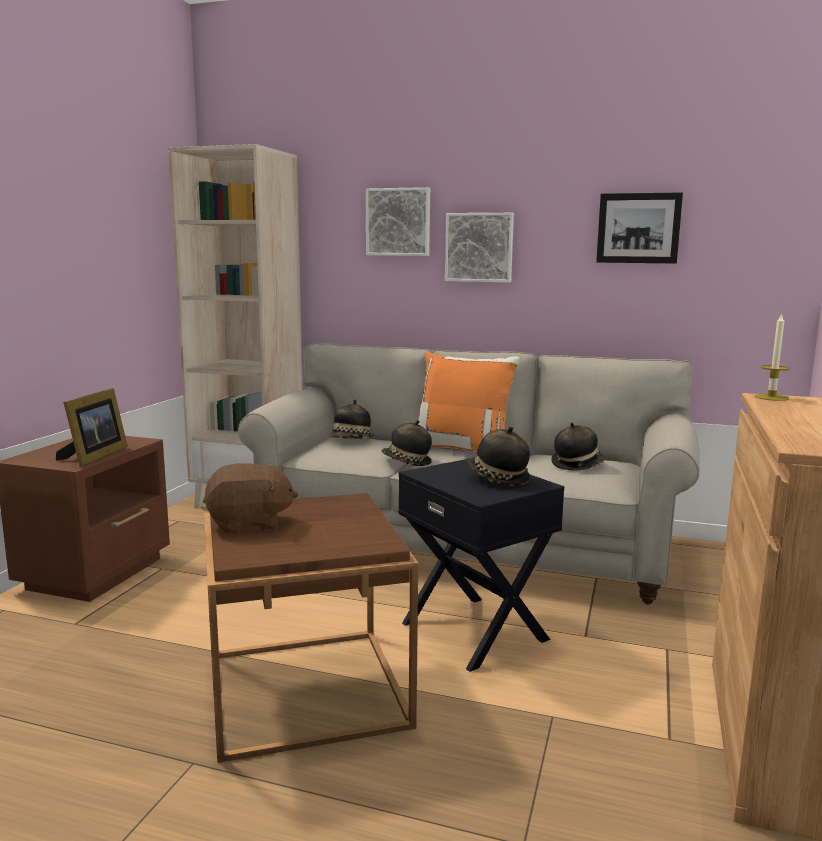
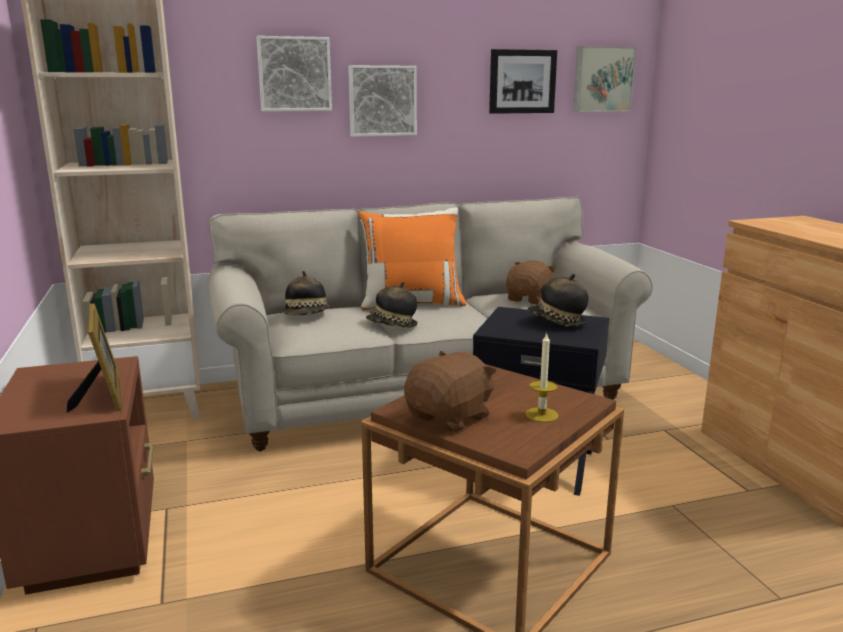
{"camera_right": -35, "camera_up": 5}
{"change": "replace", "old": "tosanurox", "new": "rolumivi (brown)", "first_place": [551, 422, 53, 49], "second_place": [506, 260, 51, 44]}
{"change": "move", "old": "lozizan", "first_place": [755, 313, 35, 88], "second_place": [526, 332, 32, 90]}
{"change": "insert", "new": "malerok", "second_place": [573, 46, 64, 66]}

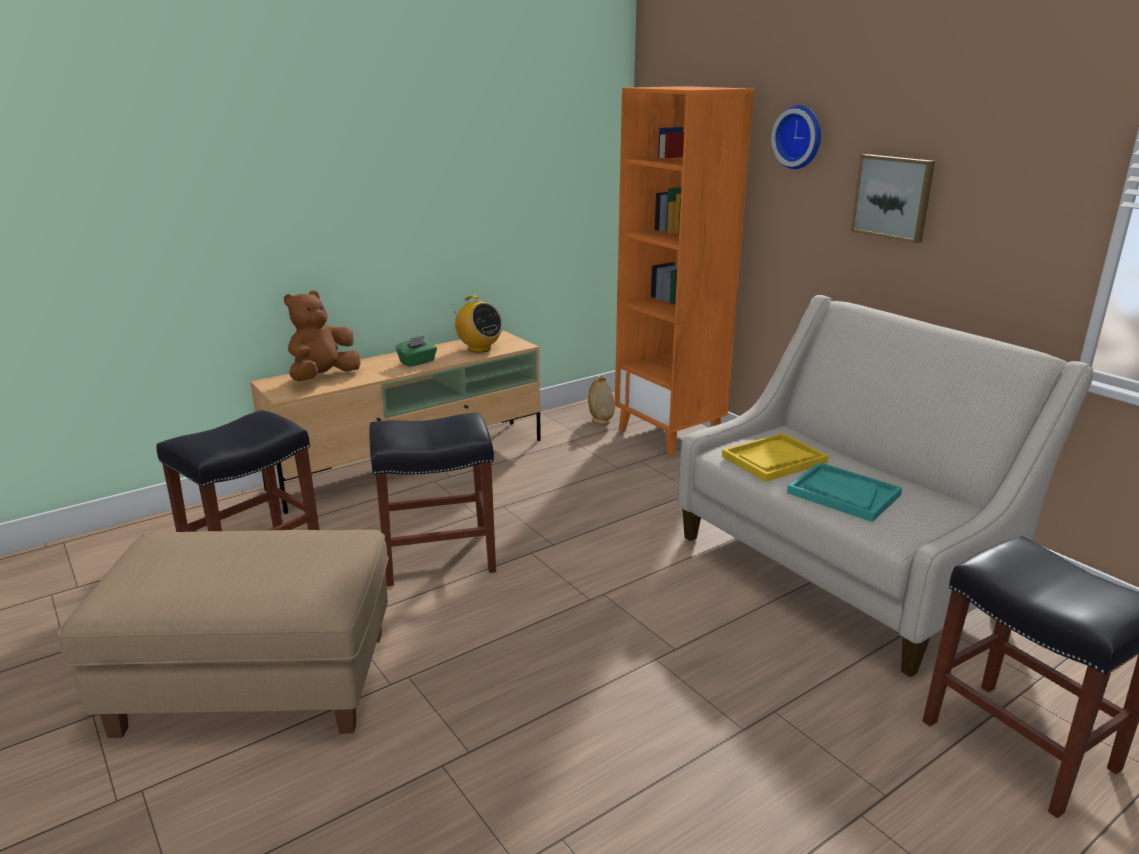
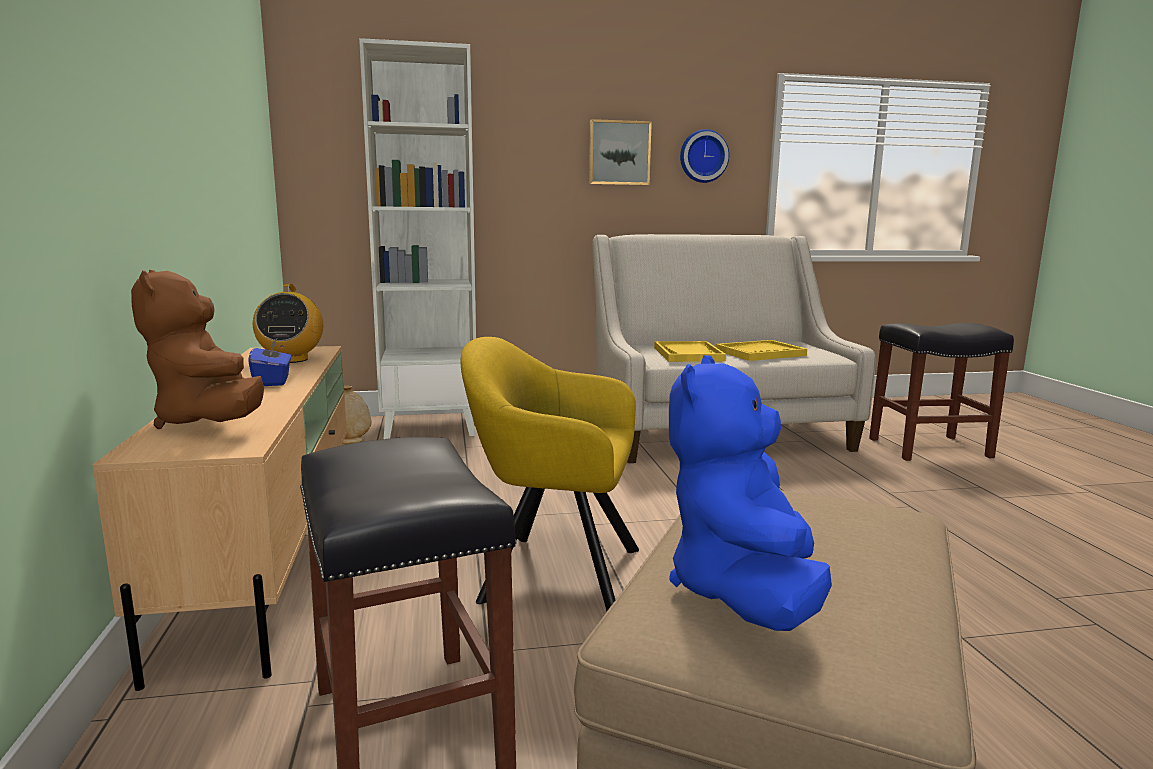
{"camera_right": -65, "camera_up": -10}
{"change": "recolor", "old": "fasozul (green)", "new": "fasozul (blue)", "first_place": [396, 335, 41, 32], "second_place": [248, 338, 43, 48]}
{"change": "rotate", "old": "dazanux", "first_place": [452, 296, 50, 57], "second_place": [253, 284, 70, 79], "degrees": 105}
{"change": "recolor", "old": "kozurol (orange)", "new": "kozurol (white)", "first_place": [615, 86, 139, 371], "second_place": [359, 38, 117, 401]}
{"change": "replace", "old": "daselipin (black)", "new": "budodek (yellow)", "first_place": [369, 412, 127, 174], "second_place": [461, 337, 178, 274]}
{"change": "insert", "new": "rolumivi (blue)", "second_place": [669, 355, 163, 276]}
{"change": "move", "old": "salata", "first_place": [771, 105, 50, 64], "second_place": [680, 129, 49, 54]}
{"change": "recolor", "old": "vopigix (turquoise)", "new": "vopigix (yellow)", "first_place": [787, 462, 115, 60], "second_place": [716, 340, 91, 21]}

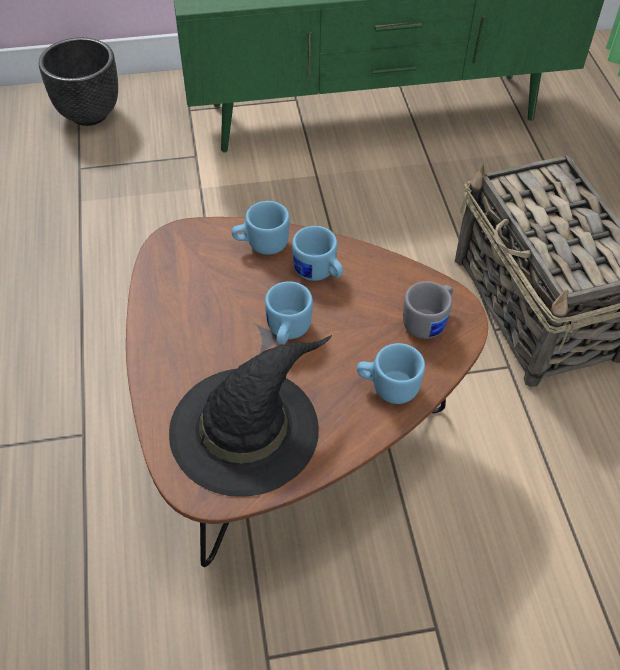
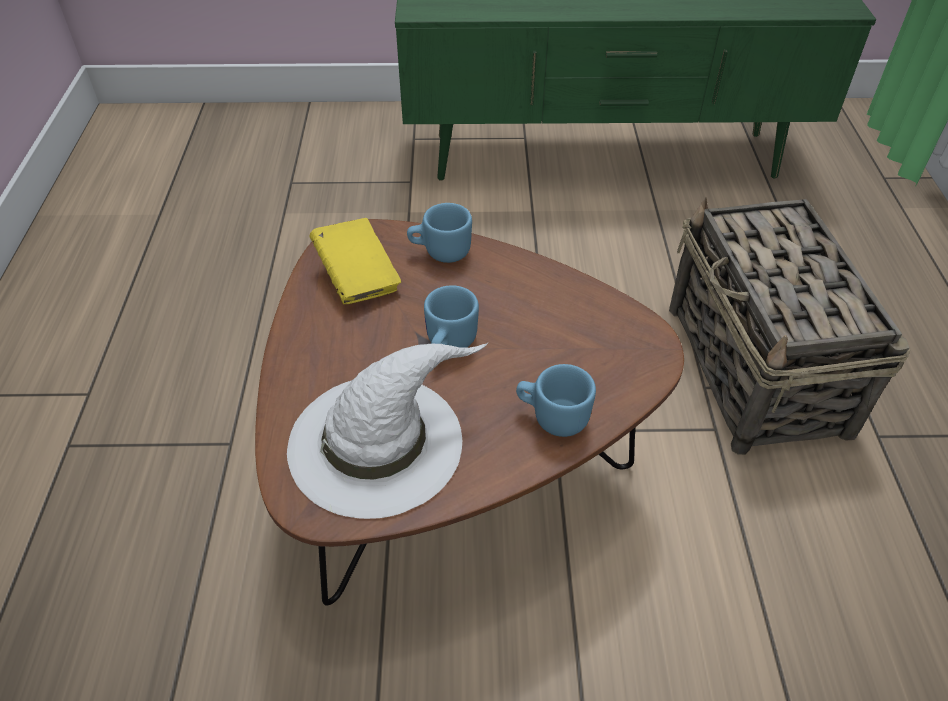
{"camera_right": 10, "camera_up": -5}
{"change": "recolor", "old": "tosanurox (black)", "new": "tosanurox (white)", "first_place": [169, 335, 163, 162], "second_place": [287, 342, 202, 177]}
{"change": "insert", "new": "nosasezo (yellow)", "second_place": [309, 218, 92, 86]}
{"change": "delete", "old": "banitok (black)", "first_place": [39, 37, 79, 89]}
{"change": "delete", "old": "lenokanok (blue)", "first_place": [292, 226, 51, 55]}
{"change": "delete", "old": "lenokanok (grey)", "first_place": [403, 281, 50, 58]}

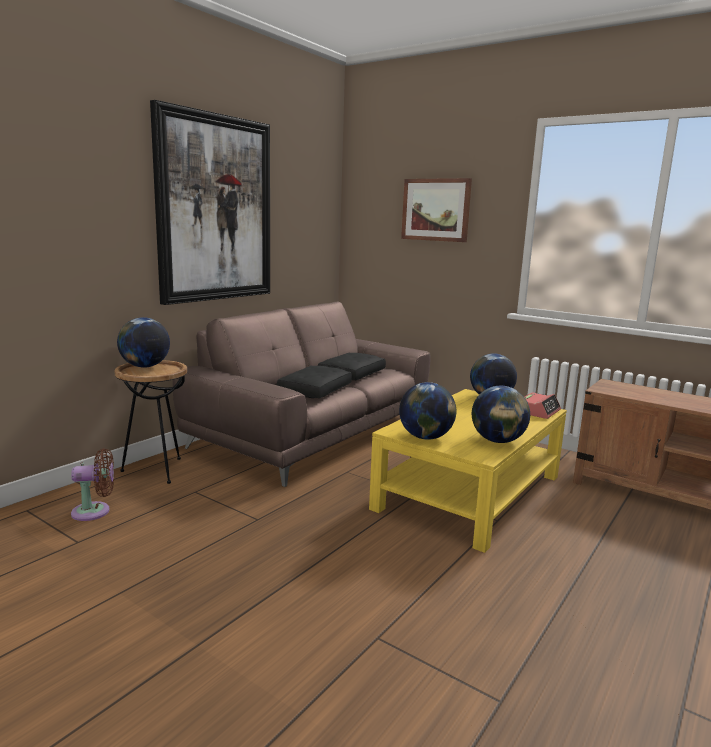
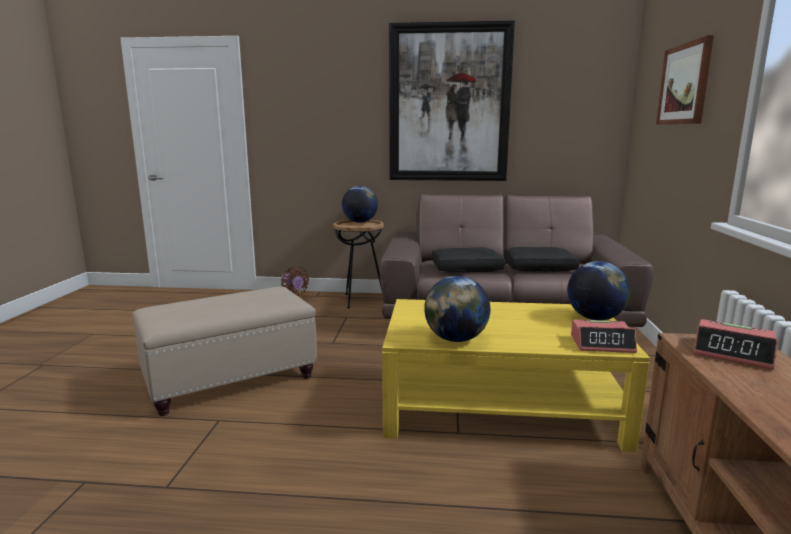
{"camera_right": 60, "camera_up": 0}
{"change": "insert", "new": "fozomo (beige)", "second_place": [132, 287, 185, 129]}
{"change": "insert", "new": "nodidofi", "second_place": [693, 319, 85, 51]}
{"change": "delete", "old": "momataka", "first_place": [399, 382, 57, 58]}

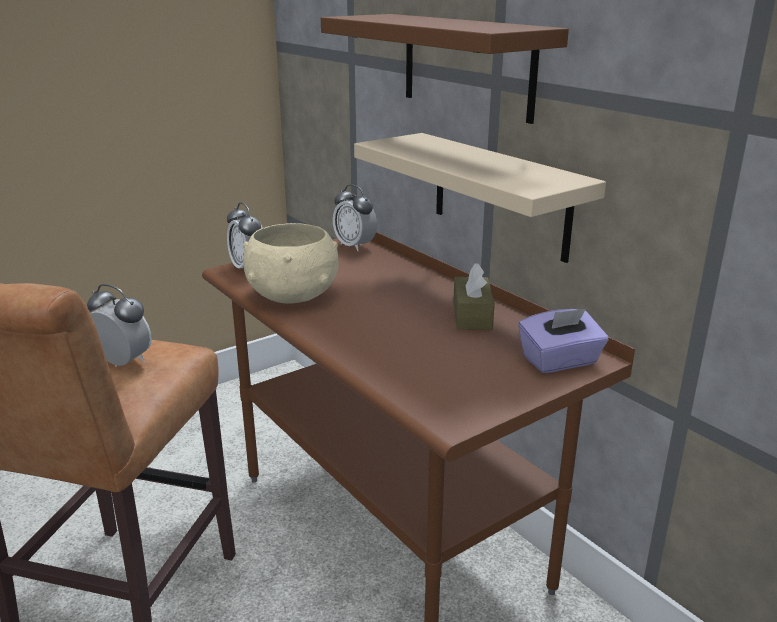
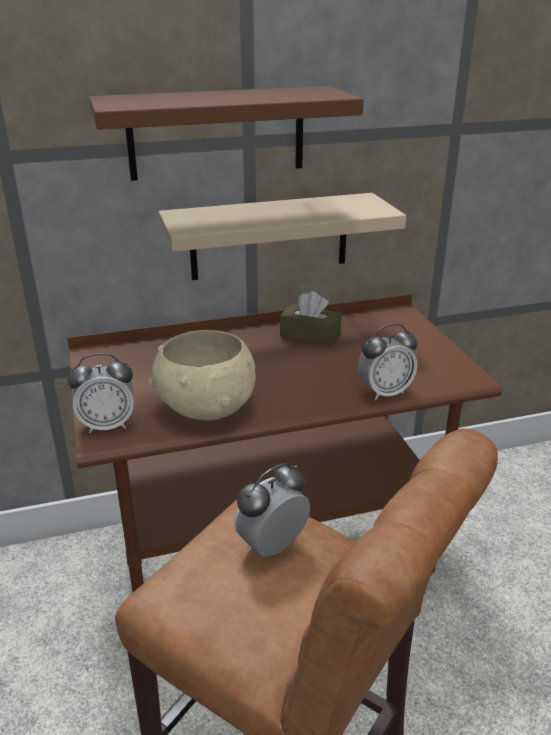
{"camera_right": -70, "camera_up": 5}
{"change": "move", "old": "nodidofi", "first_place": [333, 185, 44, 66], "second_place": [357, 324, 60, 77]}
{"change": "delete", "old": "fasozul (purple)", "first_place": [518, 309, 90, 64]}

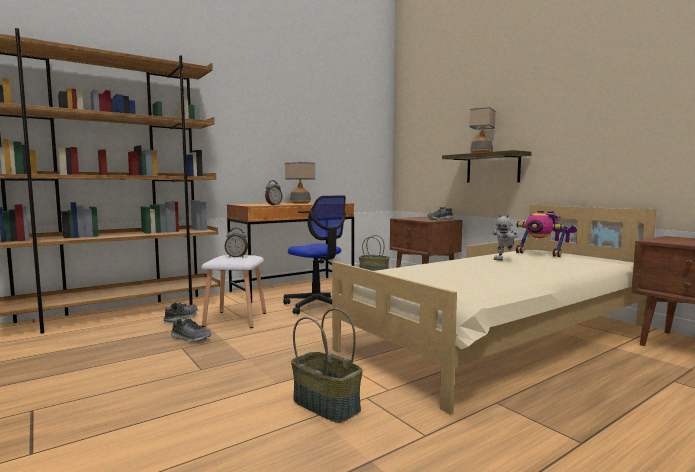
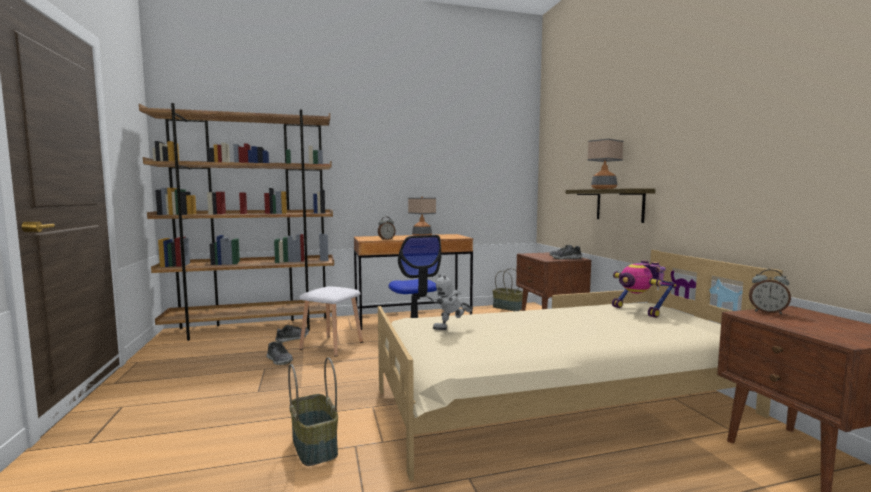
{"camera_right": 20, "camera_up": 0}
{"change": "move", "old": "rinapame", "first_place": [493, 214, 25, 47], "second_place": [433, 274, 40, 56]}
{"change": "move", "old": "nodidofi", "first_place": [225, 228, 23, 29], "second_place": [749, 269, 42, 45]}

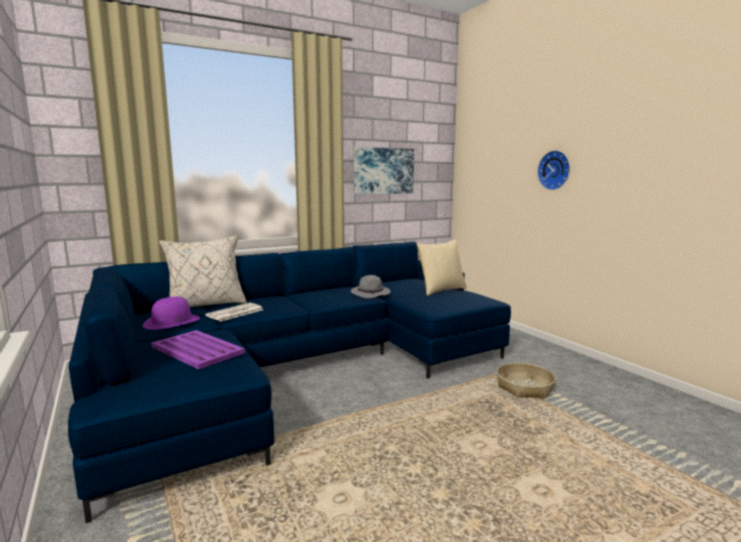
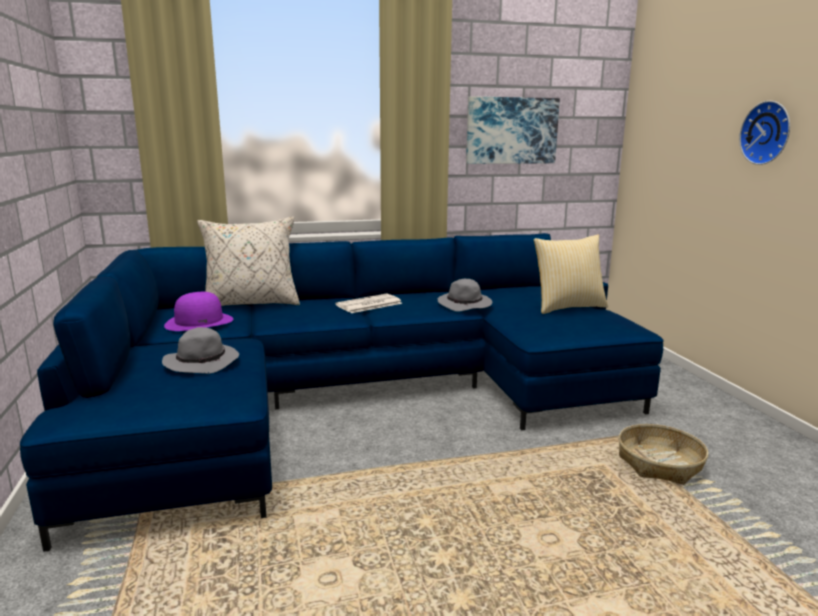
{"camera_right": 15, "camera_up": 5}
{"change": "replace", "old": "vopigix (purple)", "new": "tosanurox (grey)", "first_place": [151, 330, 94, 39], "second_place": [162, 327, 77, 47]}
{"change": "move", "old": "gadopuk", "first_place": [205, 303, 59, 18], "second_place": [336, 294, 67, 19]}

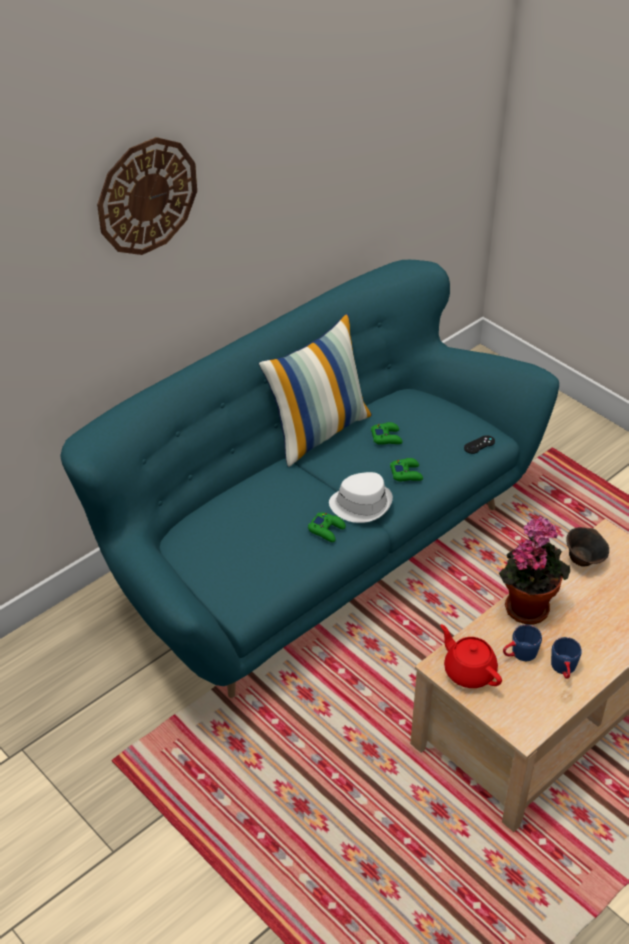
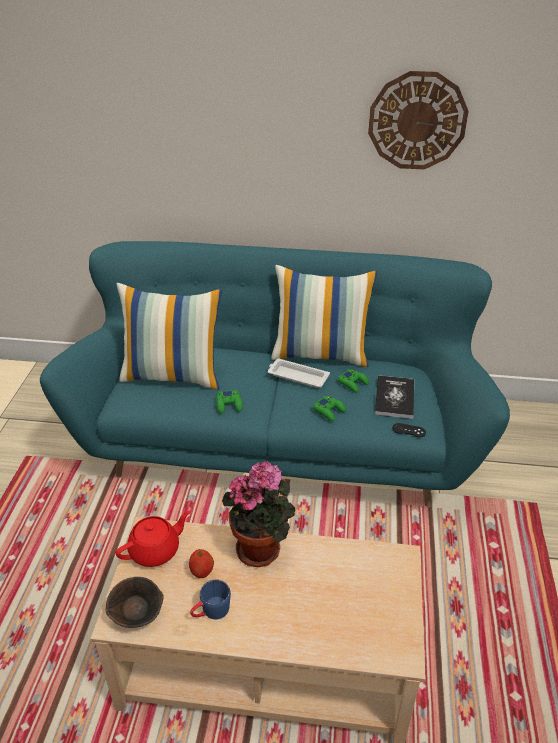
{"camera_right": 50, "camera_up": -5}
{"change": "move", "old": "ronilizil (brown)", "first_place": [566, 527, 43, 40], "second_place": [106, 577, 58, 51]}
{"change": "rotate", "old": "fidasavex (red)", "first_place": [440, 624, 62, 64], "second_place": [116, 511, 74, 56], "degrees": 45}
{"change": "insert", "new": "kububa", "second_place": [117, 283, 105, 107]}
{"change": "replace", "old": "lenokanok (blue)", "new": "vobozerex", "first_place": [503, 625, 39, 36], "second_place": [189, 549, 25, 29]}
{"change": "insert", "new": "vopigix (white)", "second_place": [268, 359, 62, 28]}
{"change": "move", "old": "salata", "first_place": [97, 137, 100, 118], "second_place": [368, 71, 101, 98]}
{"change": "insert", "new": "nosasezo", "second_place": [375, 375, 39, 44]}
{"change": "delete", "old": "tosanurox (white)", "first_place": [329, 472, 64, 51]}

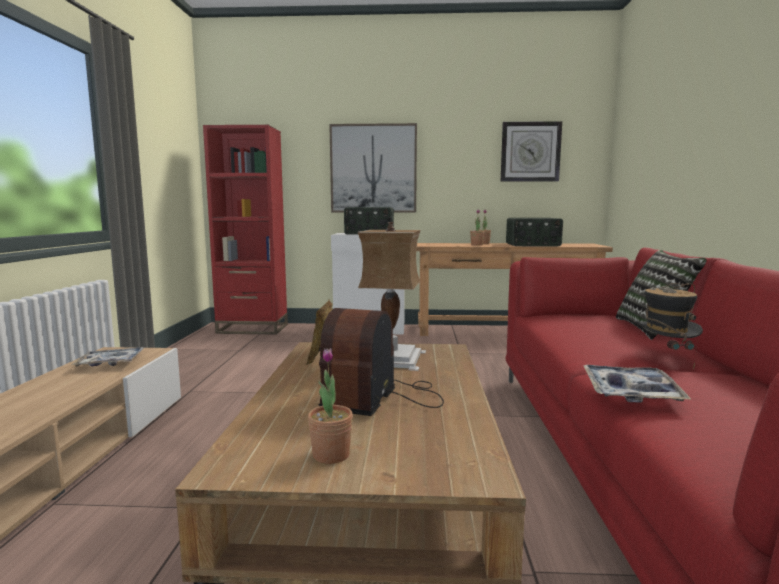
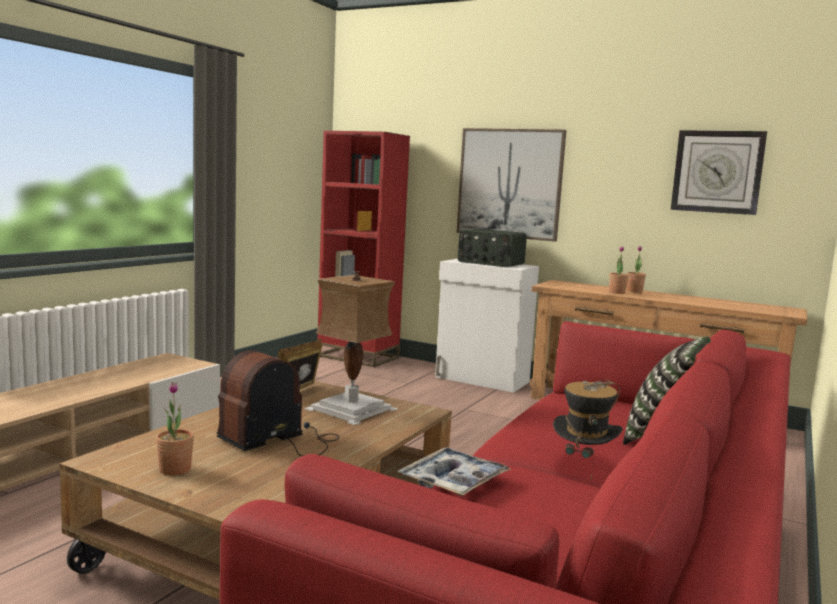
{"camera_right": 25, "camera_up": 0}
{"change": "delete", "old": "vopigix", "first_place": [71, 347, 73, 19]}
{"change": "delete", "old": "dazanux", "first_place": [506, 218, 57, 28]}

